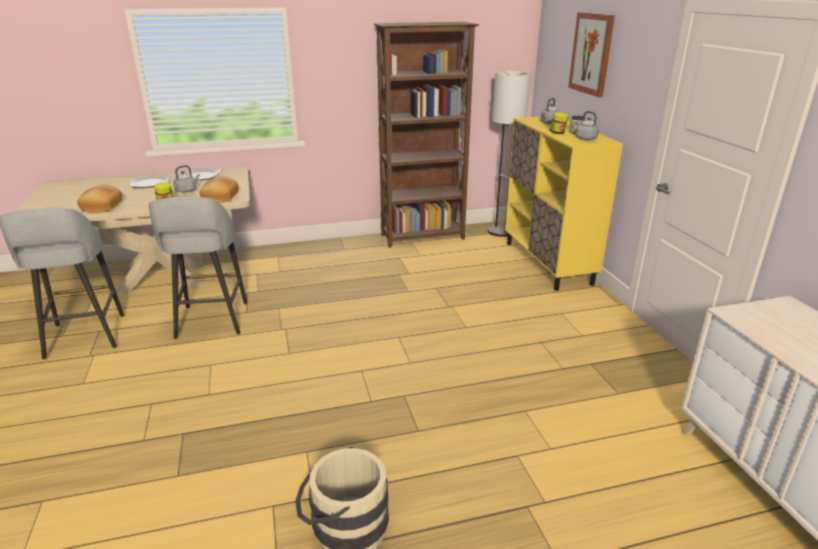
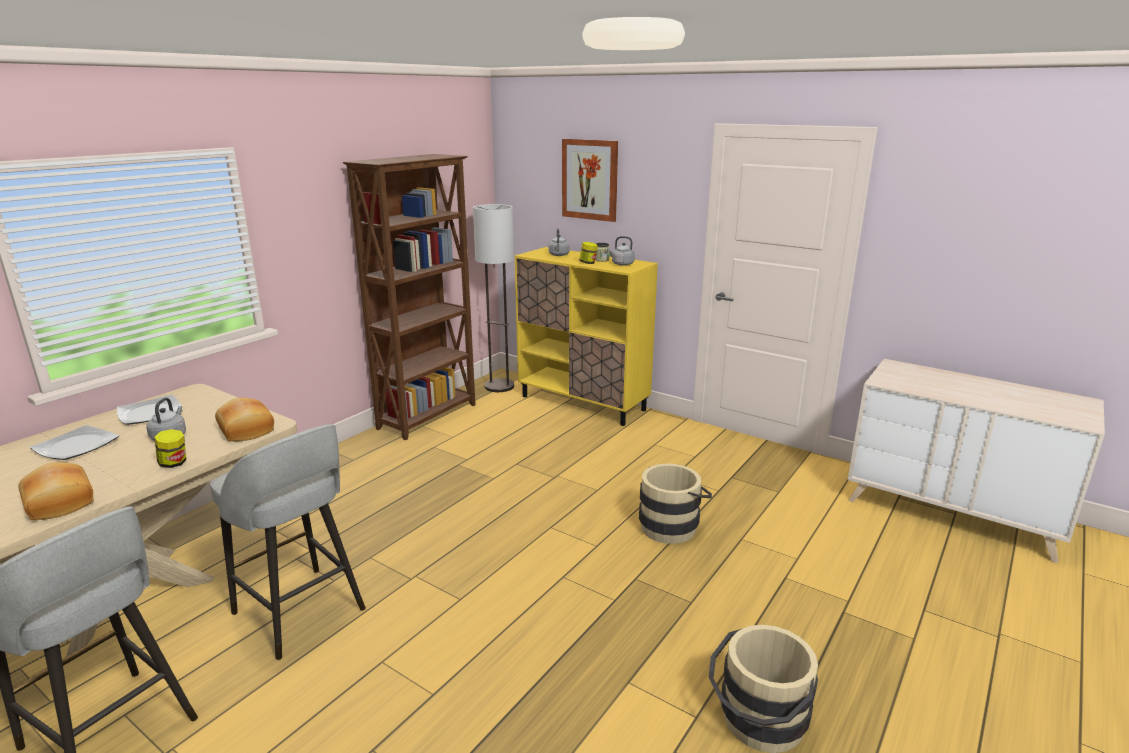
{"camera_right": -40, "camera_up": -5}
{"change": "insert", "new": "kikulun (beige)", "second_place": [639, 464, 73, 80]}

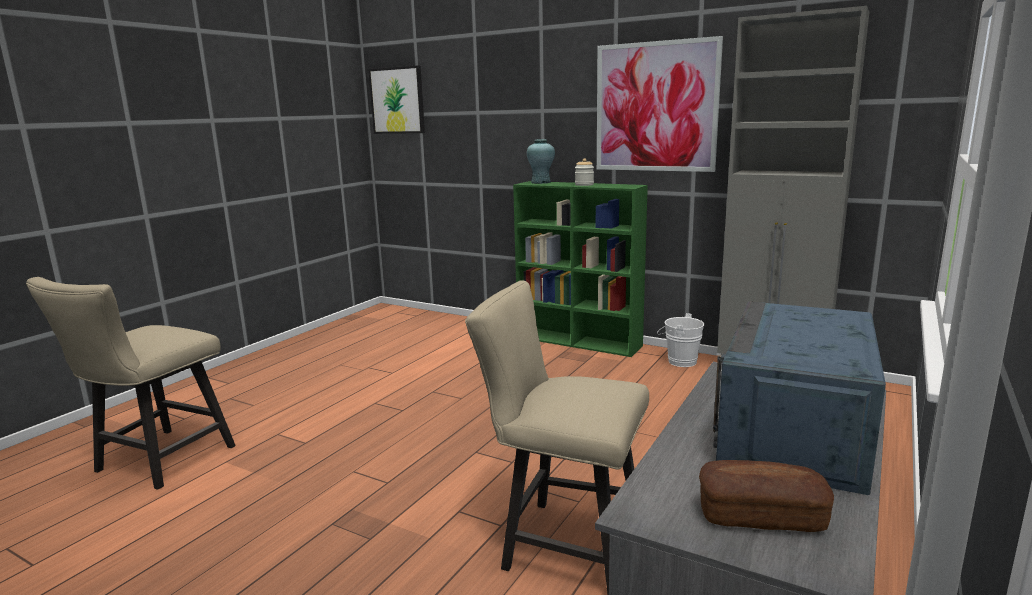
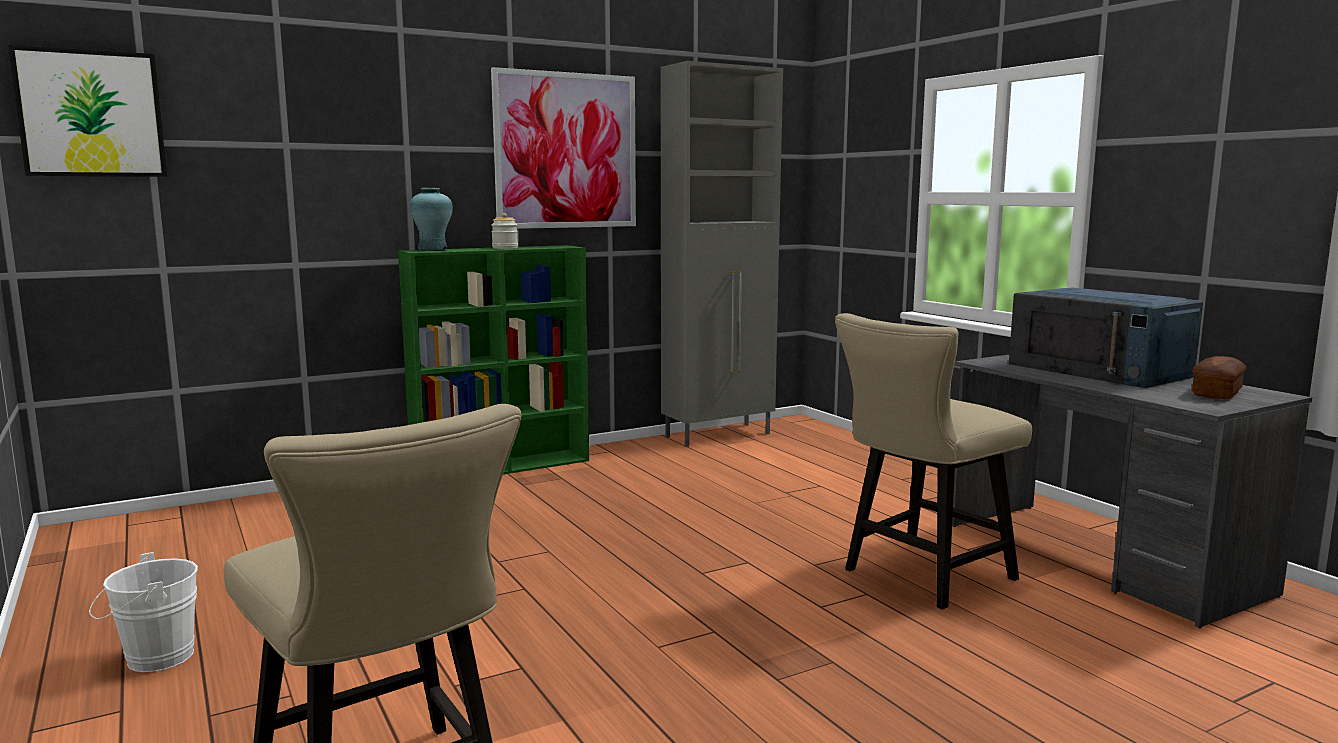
{"camera_right": -60, "camera_up": -5}
{"change": "move", "old": "kikulun (white)", "first_place": [657, 313, 47, 54], "second_place": [89, 552, 109, 120]}

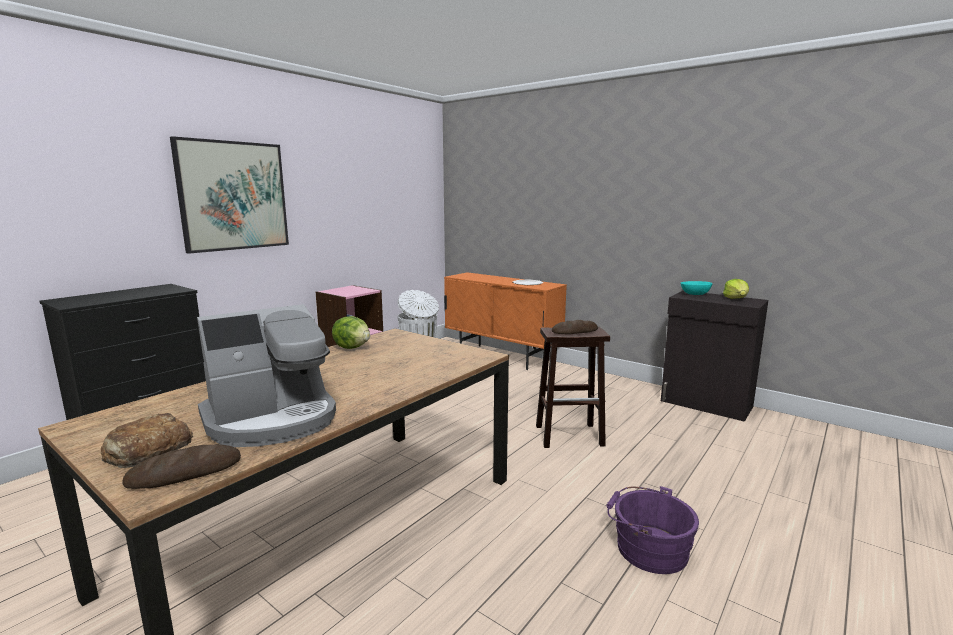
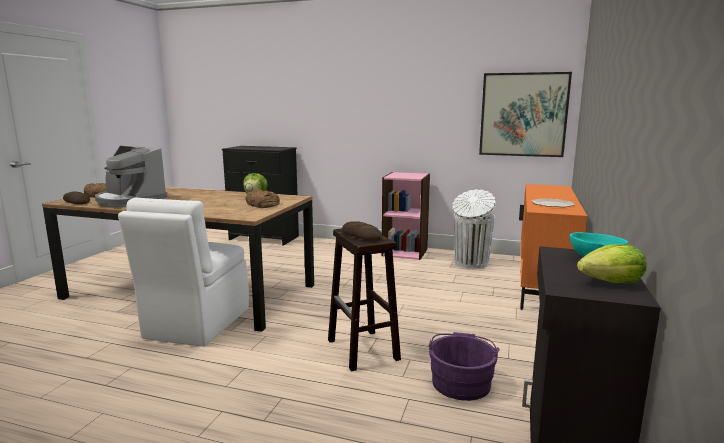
{"camera_right": 70, "camera_up": 0}
{"change": "insert", "new": "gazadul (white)", "second_place": [118, 197, 131, 150]}
{"change": "insert", "new": "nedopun", "second_place": [246, 190, 34, 18]}
{"change": "move", "old": "kikulun (purple)", "first_place": [606, 486, 93, 88], "second_place": [429, 332, 70, 69]}
{"change": "move", "old": "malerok", "first_place": [170, 136, 119, 118], "second_place": [479, 72, 93, 85]}

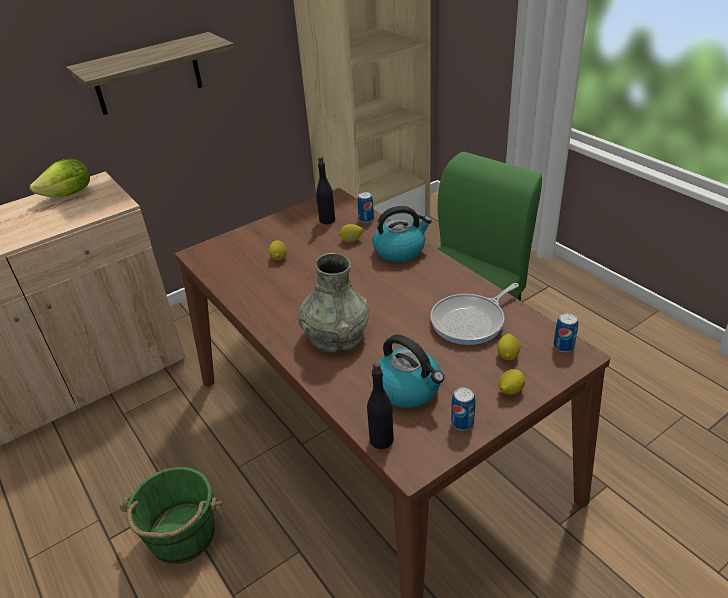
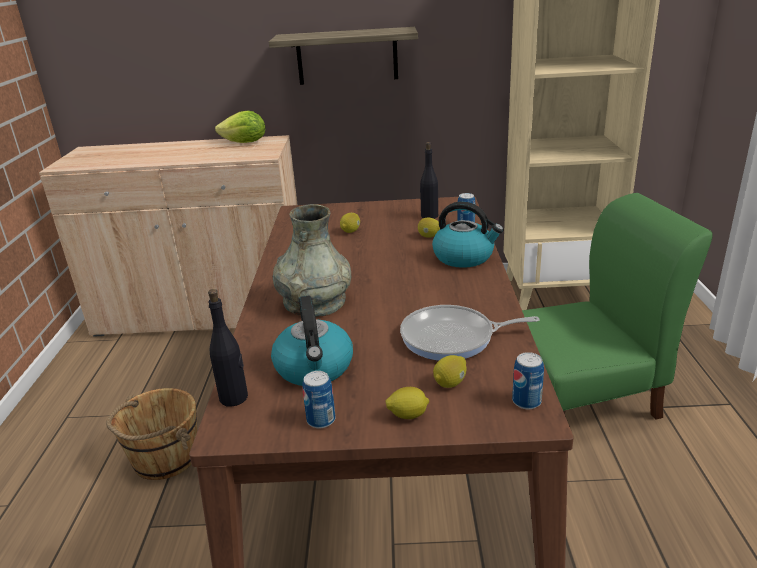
{"camera_right": 35, "camera_up": -10}
{"change": "recolor", "old": "kikulun (green)", "new": "kikulun (brown)", "first_place": [120, 467, 105, 97], "second_place": [106, 388, 91, 92]}

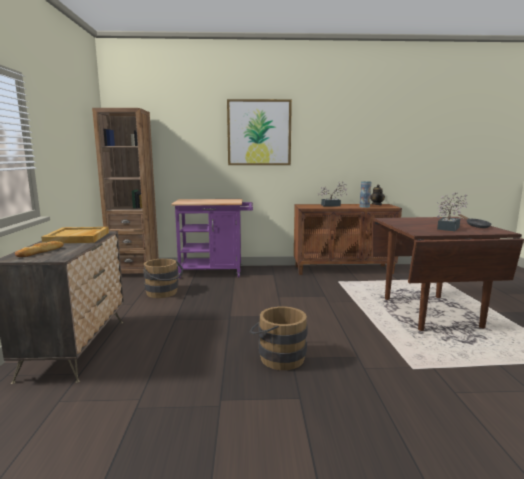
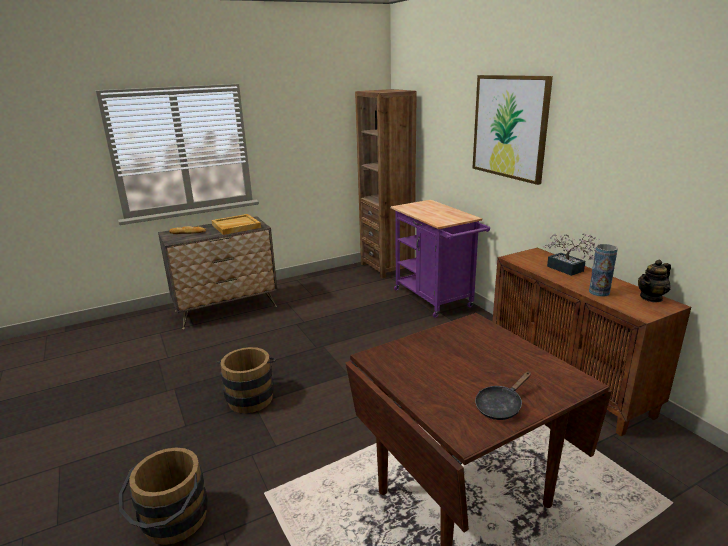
{"camera_right": 65, "camera_up": 10}
{"change": "move", "old": "kikulun (brown)", "first_place": [143, 259, 40, 39], "second_place": [119, 447, 89, 98]}
{"change": "delete", "old": "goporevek", "first_place": [437, 192, 30, 39]}

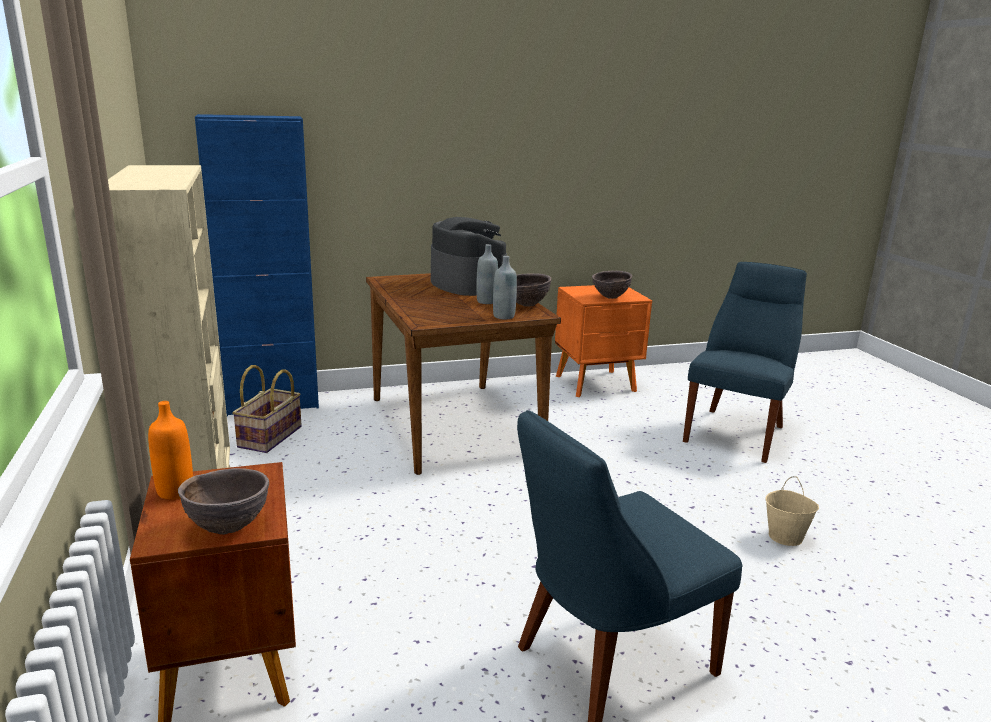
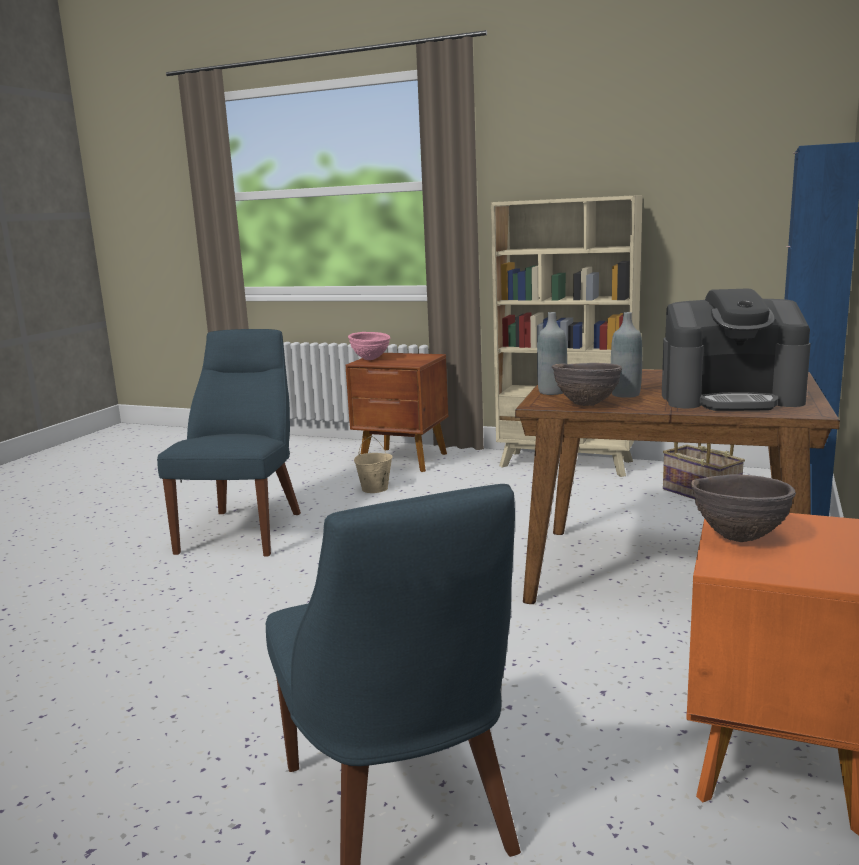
{"camera_right": 130, "camera_up": -5}
{"change": "recolor", "old": "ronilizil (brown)", "new": "ronilizil (pink)", "first_place": [178, 468, 91, 67], "second_place": [348, 332, 43, 28]}
{"change": "move", "old": "kikulun (beige)", "first_place": [765, 476, 54, 70], "second_place": [354, 436, 39, 57]}
{"change": "delete", "old": "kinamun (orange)", "first_place": [148, 401, 45, 99]}

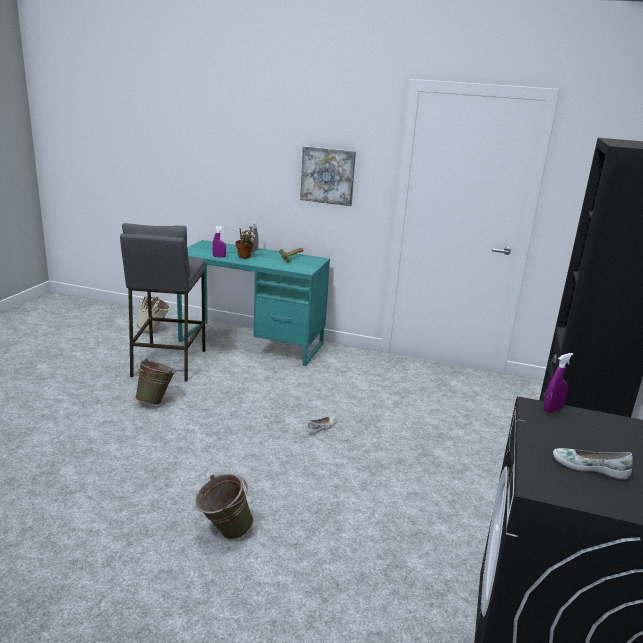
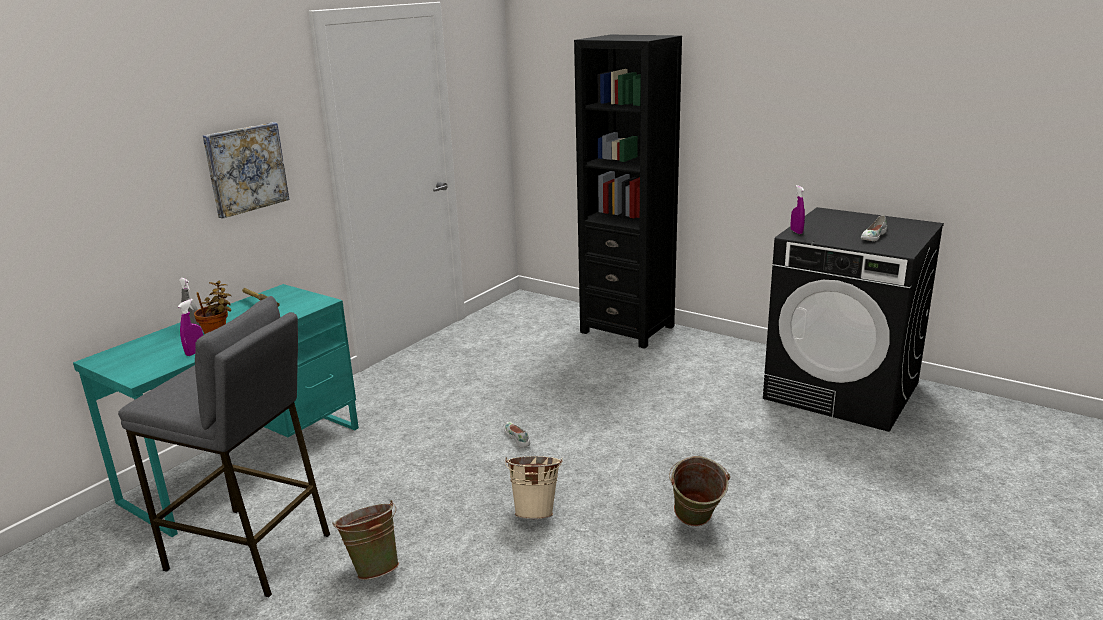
{"camera_right": -70, "camera_up": 0}
{"change": "move", "old": "kikulun (beige)", "first_place": [137, 296, 33, 37], "second_place": [505, 456, 58, 63]}

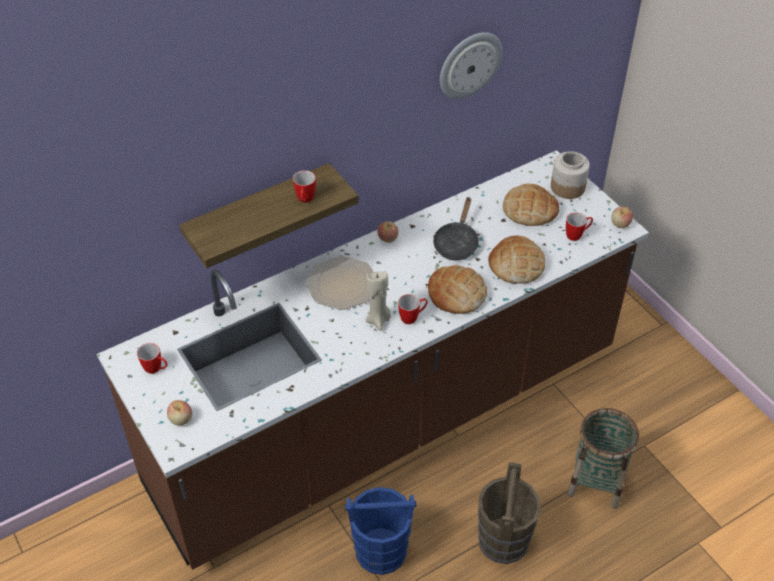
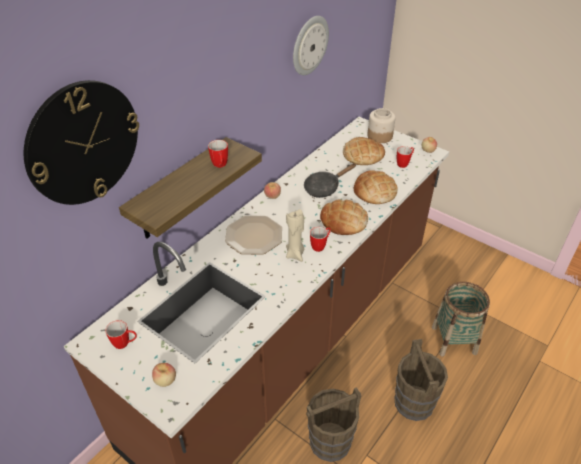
{"camera_right": -20, "camera_up": -5}
{"change": "insert", "new": "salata", "second_place": [24, 80, 115, 125]}
{"change": "rotate", "old": "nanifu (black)", "first_place": [433, 197, 46, 63], "second_place": [304, 163, 52, 35], "degrees": 60}
{"change": "recolor", "old": "kikulun (blue)", "new": "kikulun (brown)", "first_place": [345, 487, 71, 88], "second_place": [306, 387, 55, 75]}

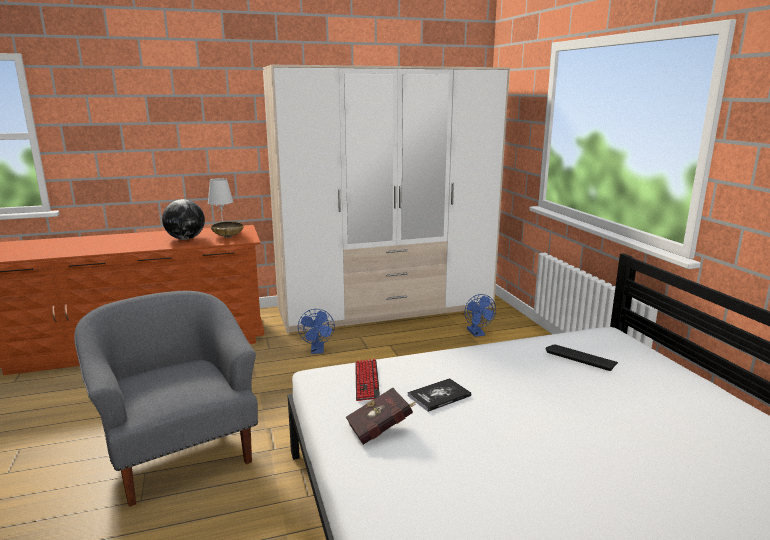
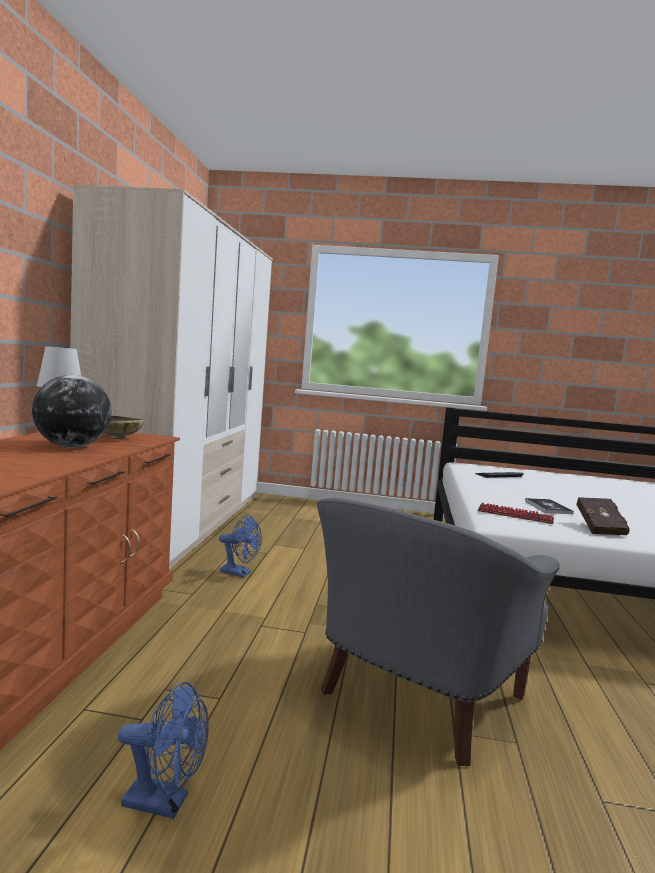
{"camera_right": -65, "camera_up": -10}
{"change": "move", "old": "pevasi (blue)", "first_place": [465, 294, 31, 43], "second_place": [118, 682, 91, 137]}
{"change": "rotate", "old": "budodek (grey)", "first_place": [74, 291, 184, 216], "second_place": [317, 498, 243, 268], "degrees": -45}

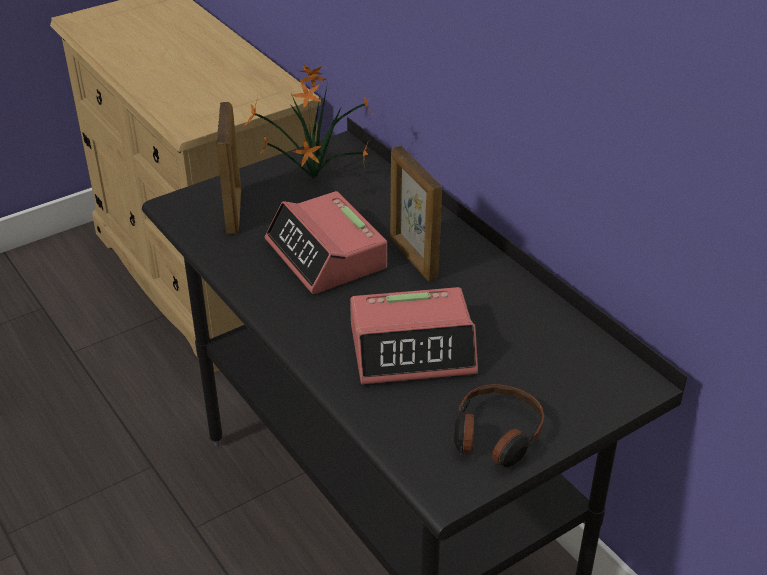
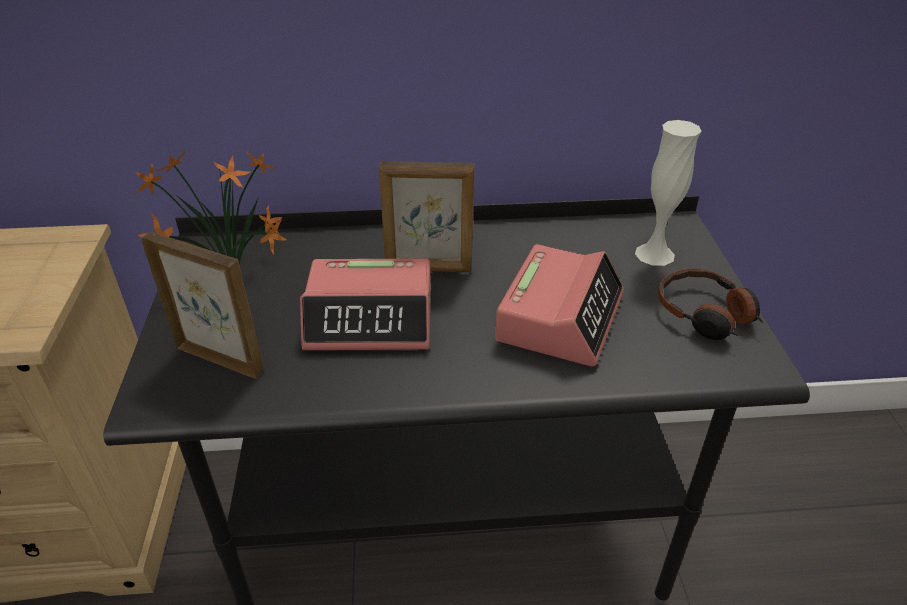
{"camera_right": -60, "camera_up": 0}
{"change": "insert", "new": "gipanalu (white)", "second_place": [635, 120, 67, 146]}

